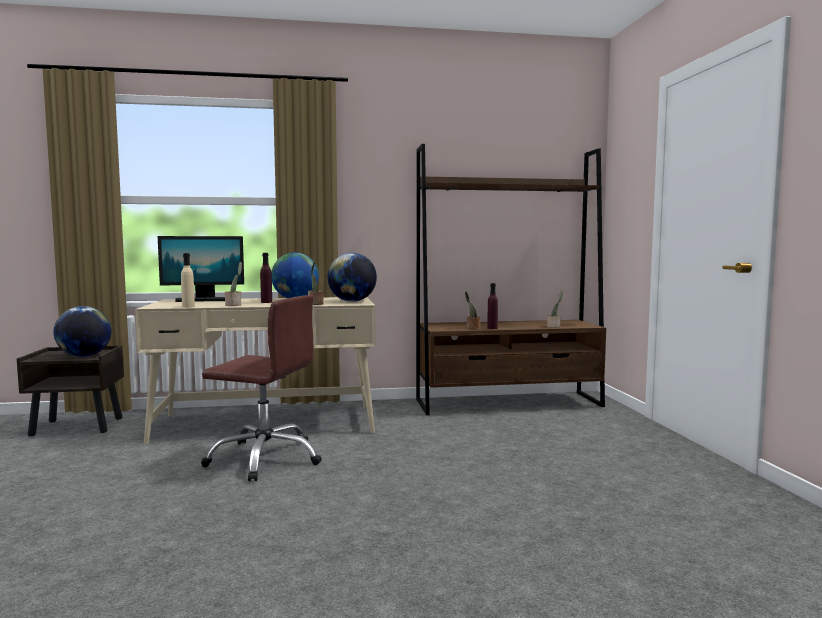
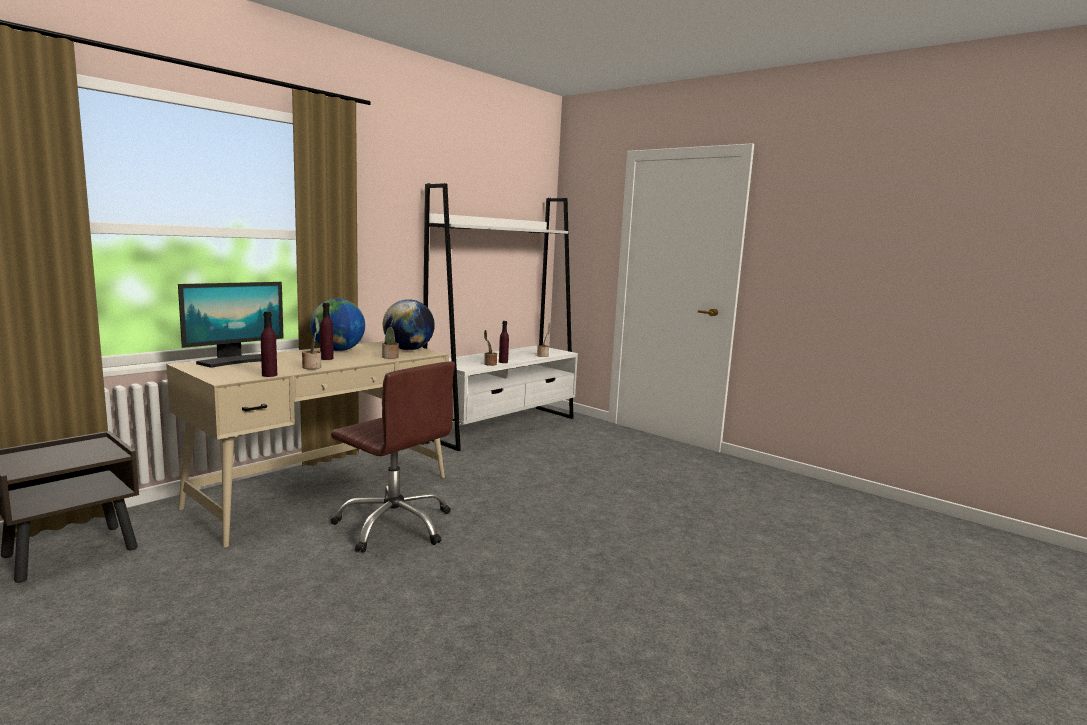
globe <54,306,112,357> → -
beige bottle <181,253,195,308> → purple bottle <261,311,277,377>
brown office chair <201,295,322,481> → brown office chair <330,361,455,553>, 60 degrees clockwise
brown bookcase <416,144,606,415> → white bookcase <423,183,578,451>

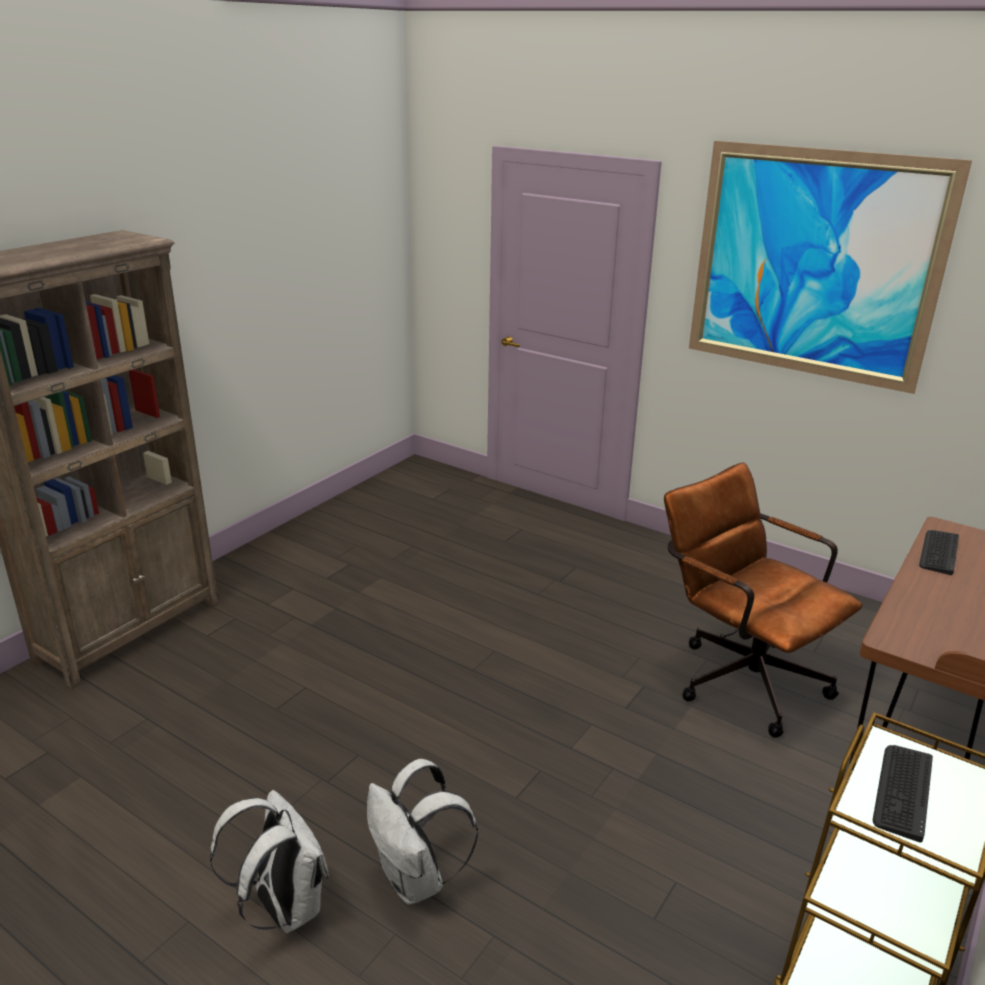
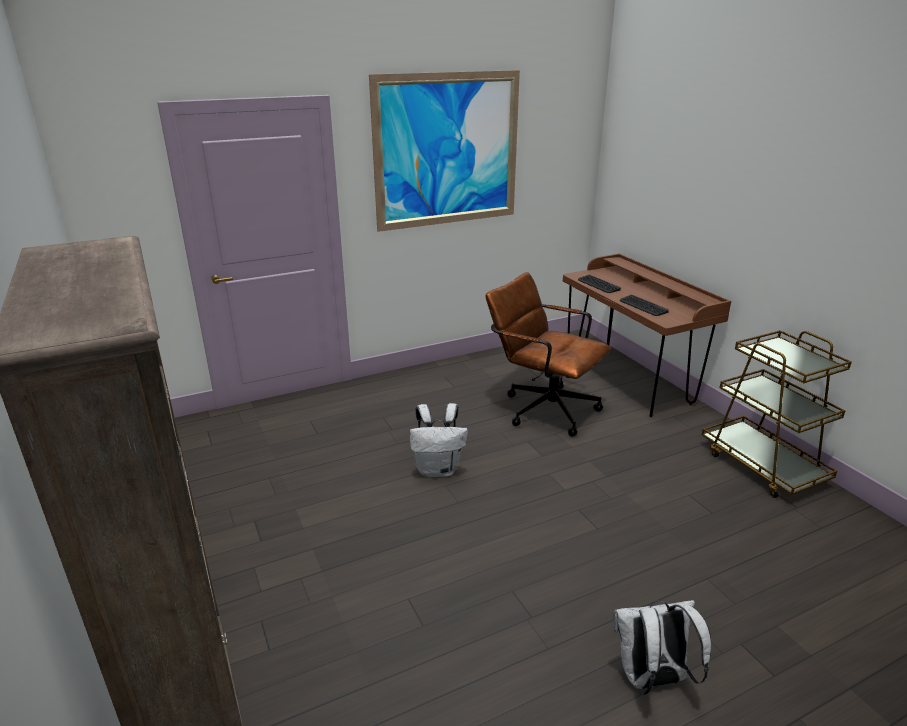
white backpack <367,759,478,905> → white backpack <410,403,468,477>, move
brown office chair <664,462,863,738> → brown office chair <486,272,611,437>, 45 degrees clockwise
keyboard <873,745,933,843> → keyboard <620,295,669,316>, move

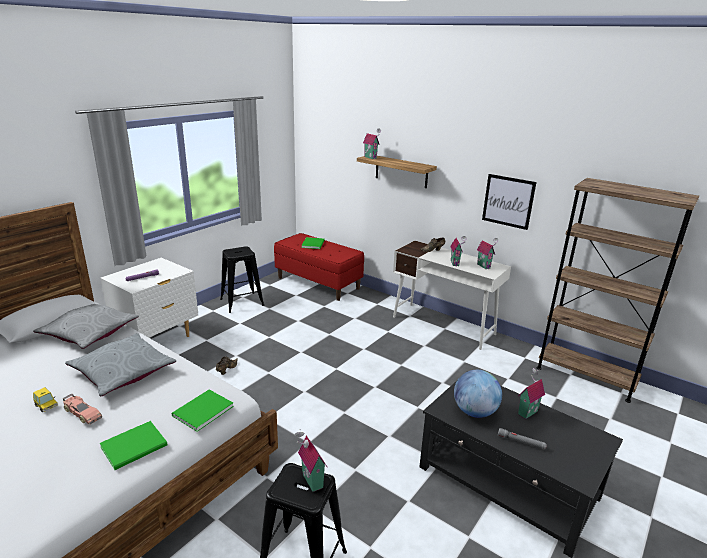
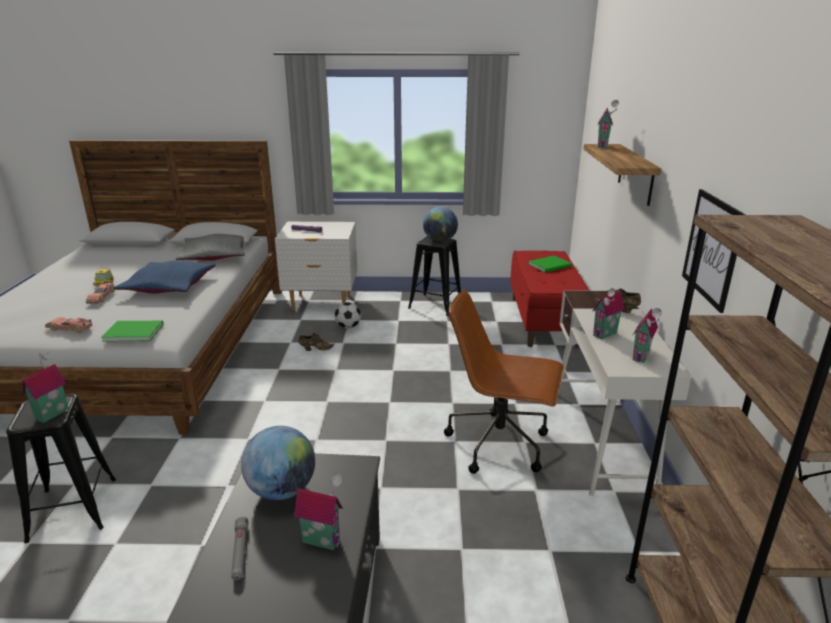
grey pillow <65,333,176,397> → blue pillow <114,260,216,294>
green book <100,421,167,470> → toy car <45,317,92,333>
- → football <335,302,361,328>
- → globe <423,207,458,242>
- → brown office chair <444,290,564,474>

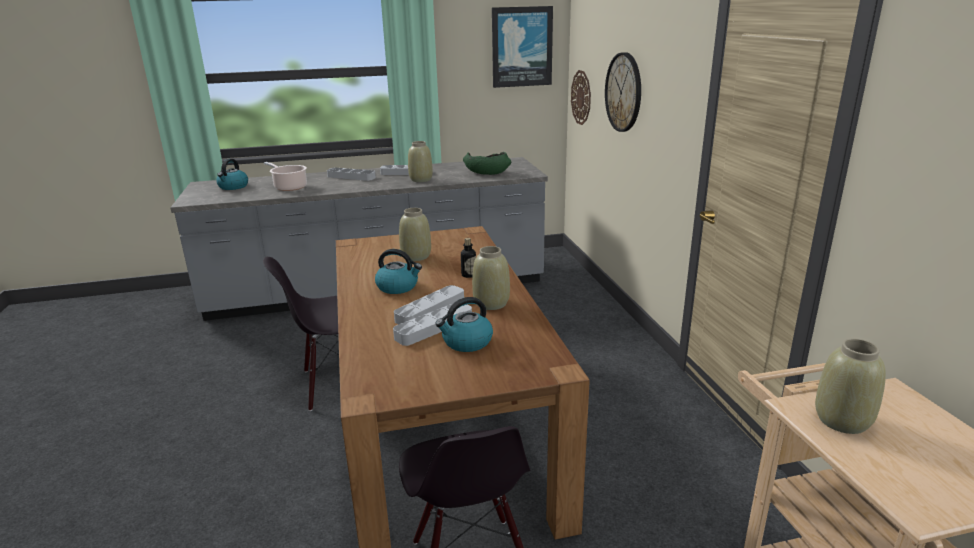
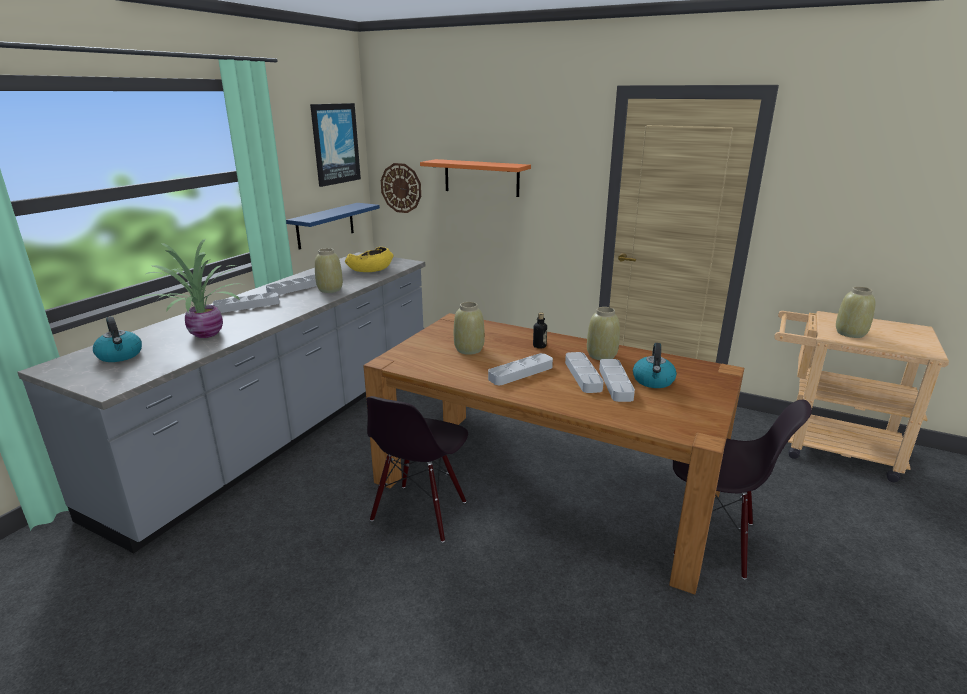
cooking pot <264,162,307,191> → potted plant <129,239,245,338>
kettle <375,249,422,294> → grey tray <488,353,553,385>
green bowl <463,152,512,175> → yellow bowl <345,247,393,272>
wall clock <605,52,641,132> → orange shelf <420,159,531,197>
- → blue shelf <286,203,380,250>

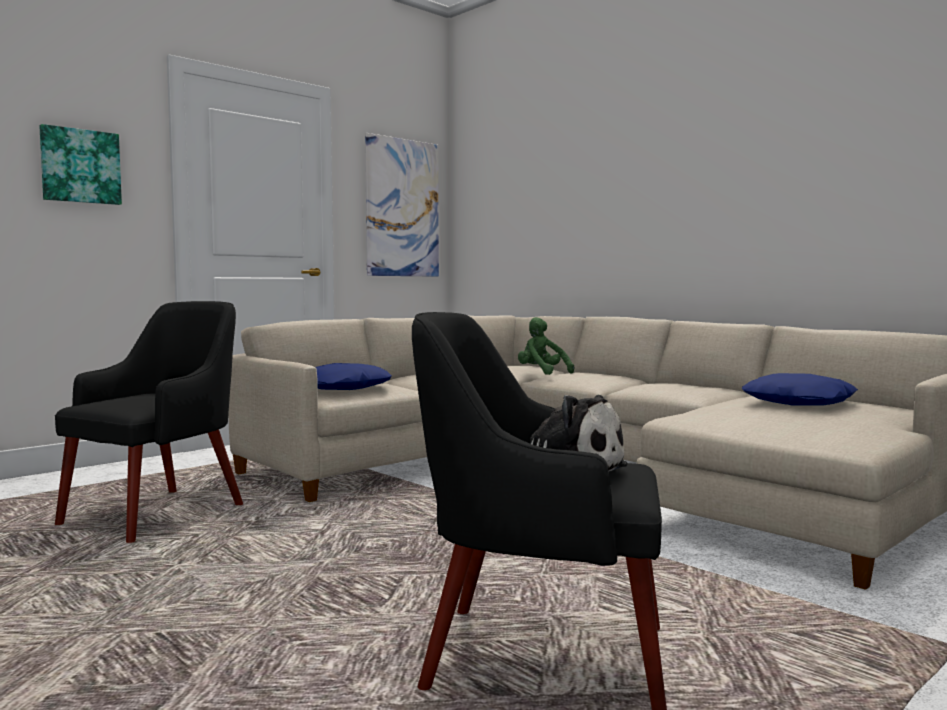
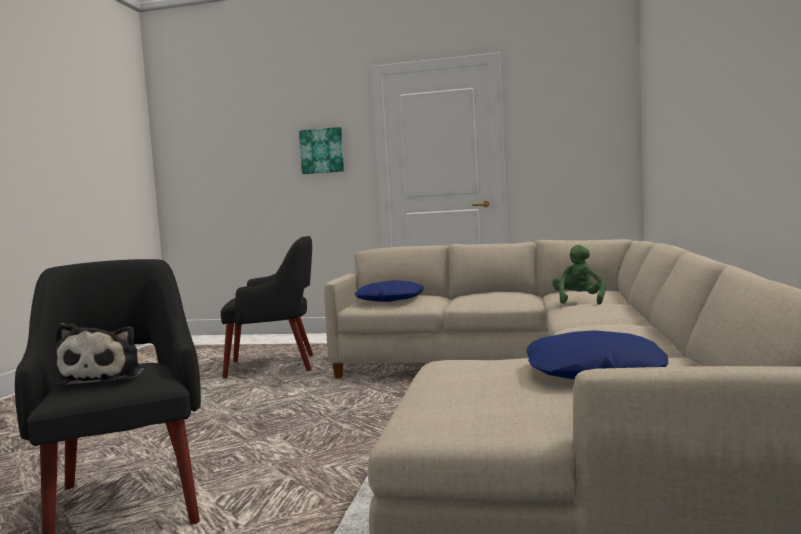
picture <365,133,439,277> → -

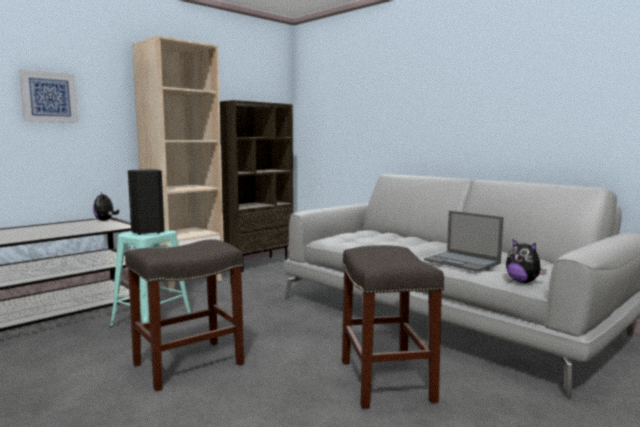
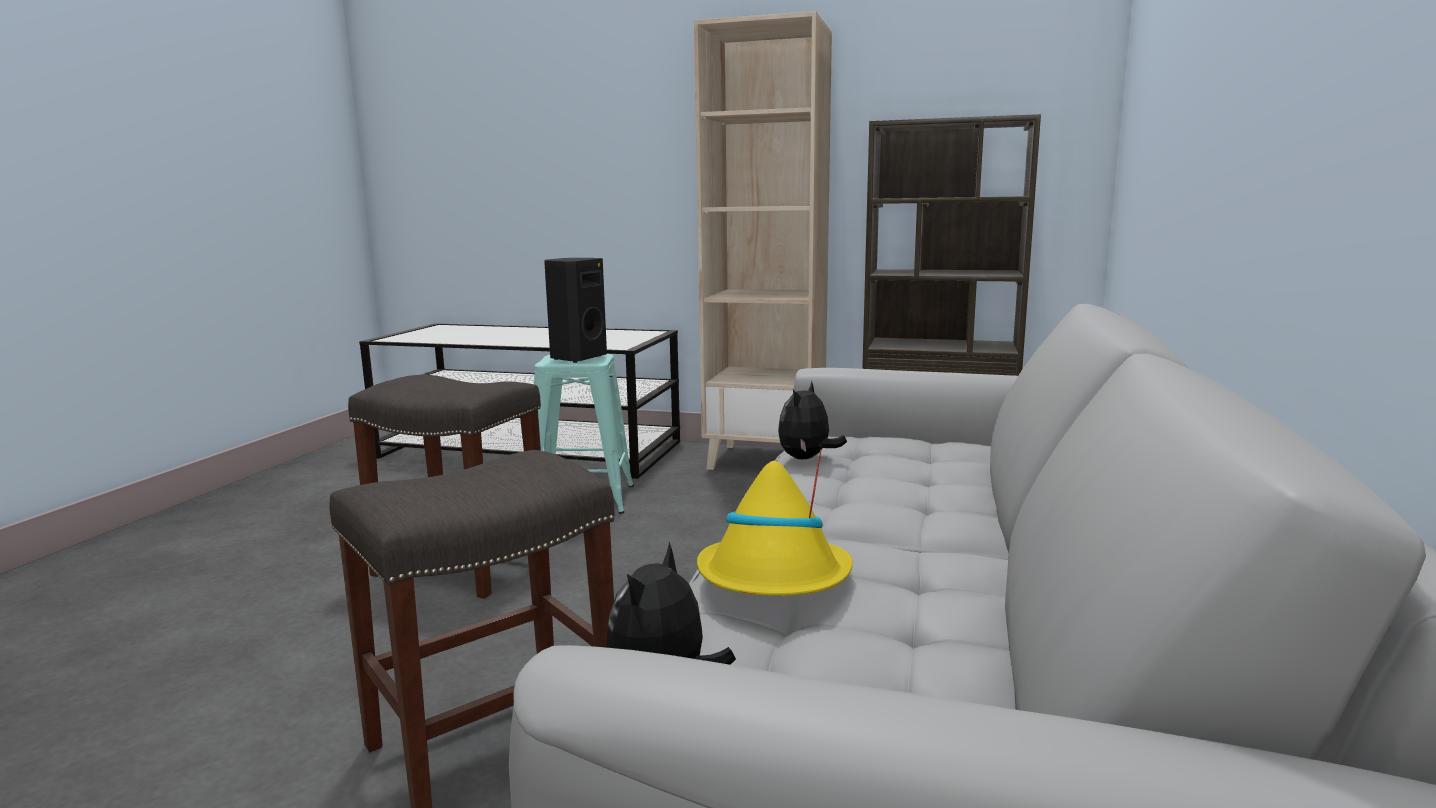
picture <19,69,78,123> → -
plush toy <93,193,119,221> → plush toy <778,381,847,459>, move
laptop <424,211,504,272> → yellow hat <697,450,853,596>

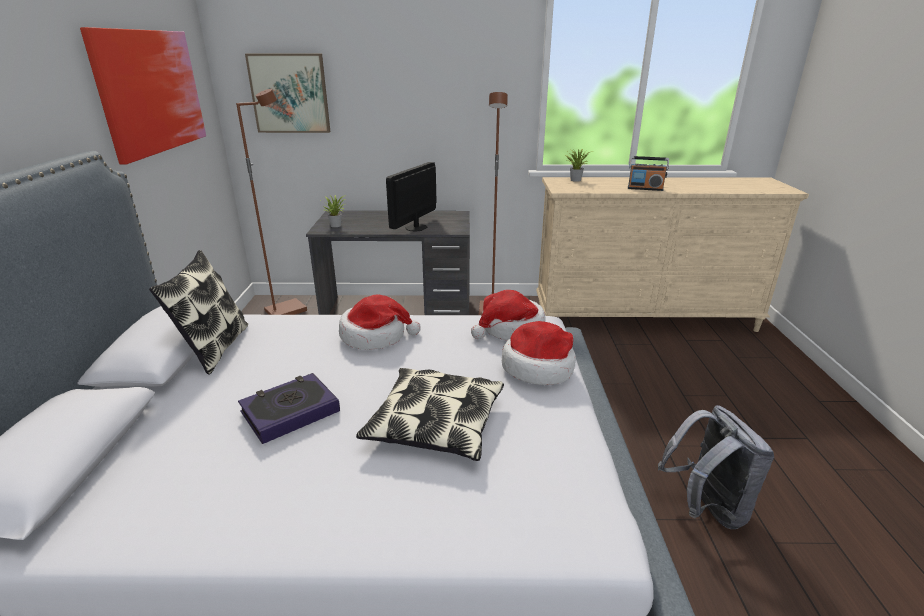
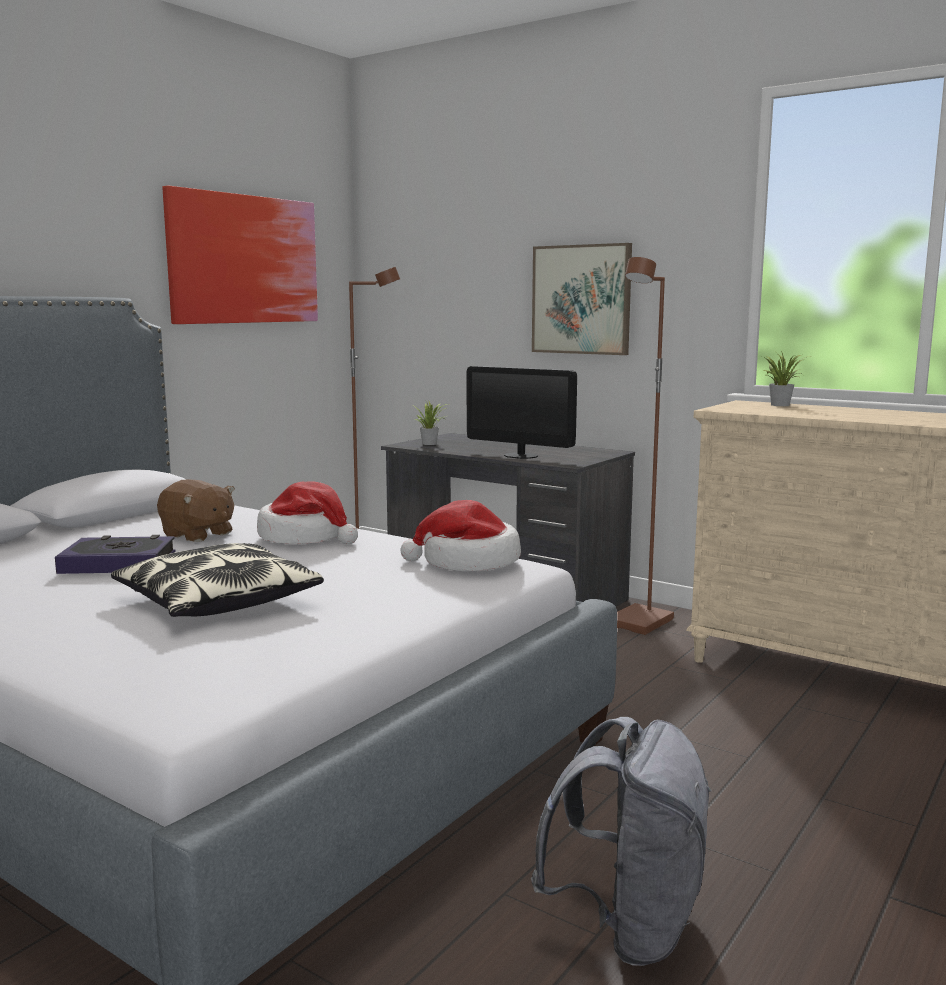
pillow <149,250,248,375> → -
picture <245,54,330,133> → picture <532,243,632,355>, move
monitor <386,162,437,232> → monitor <467,366,577,459>, 120 degrees counterclockwise
hat <502,321,576,385> → -
radio <628,156,669,191> → -
- → brown plush toy <157,480,235,542>

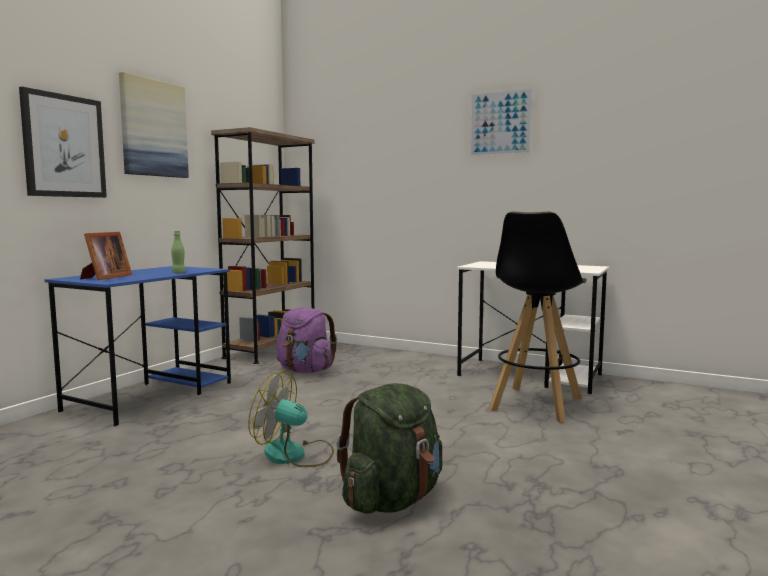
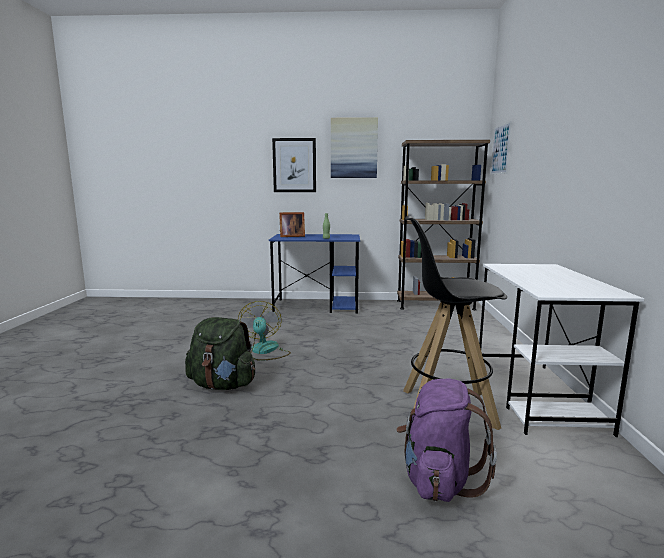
purple backpack <276,307,337,373> → purple backpack <396,379,497,502>, move
picture <469,87,534,157> → picture <491,121,512,175>, move

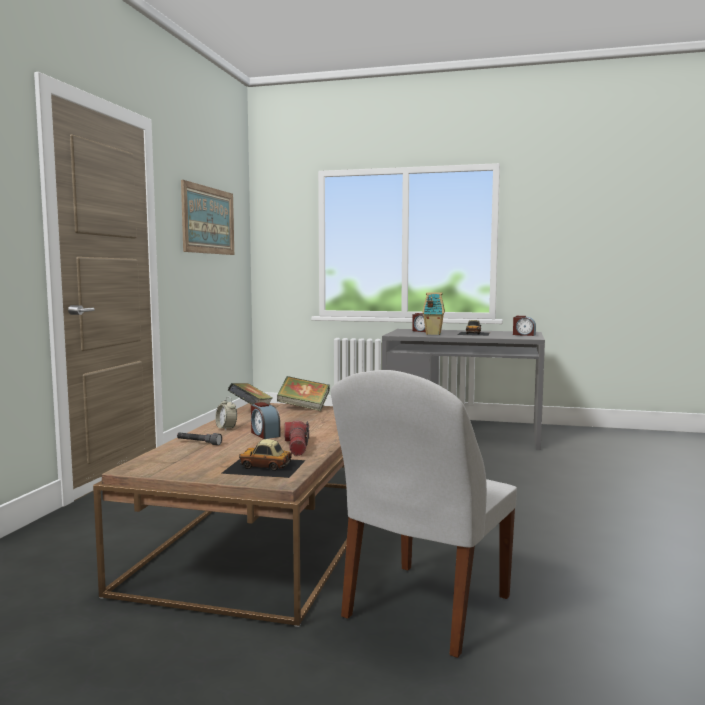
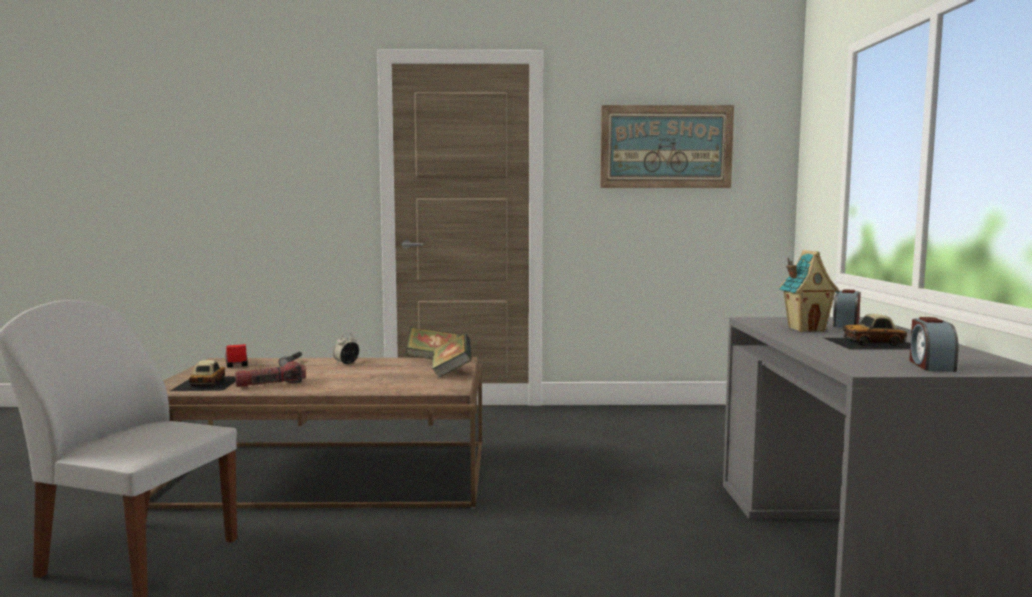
alarm clock <251,402,281,439> → -
- → toy car <226,344,248,368>

